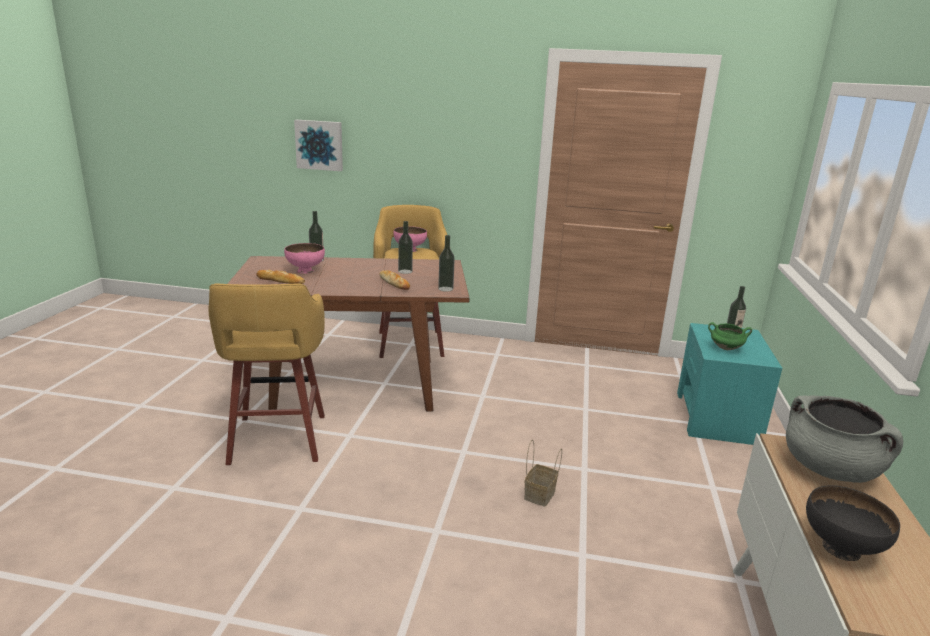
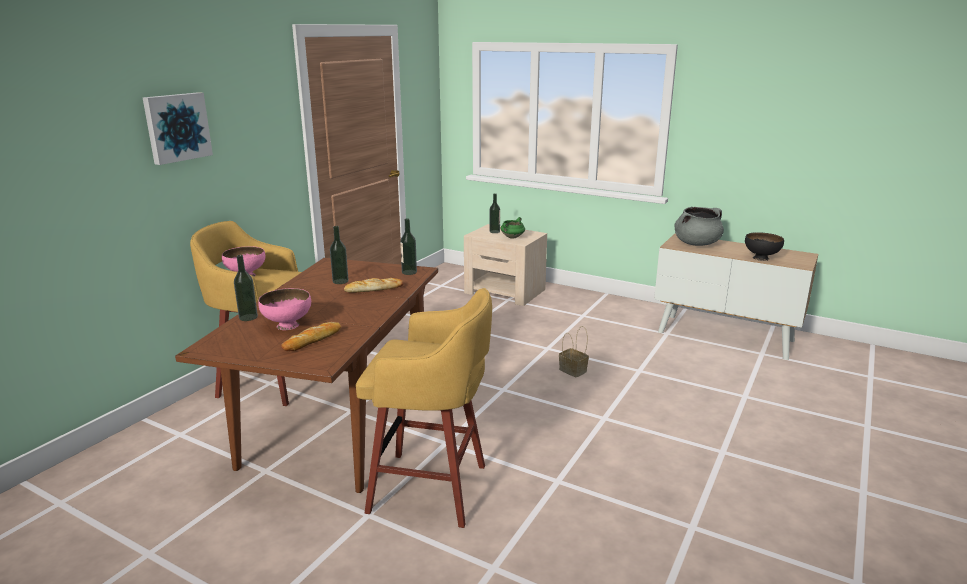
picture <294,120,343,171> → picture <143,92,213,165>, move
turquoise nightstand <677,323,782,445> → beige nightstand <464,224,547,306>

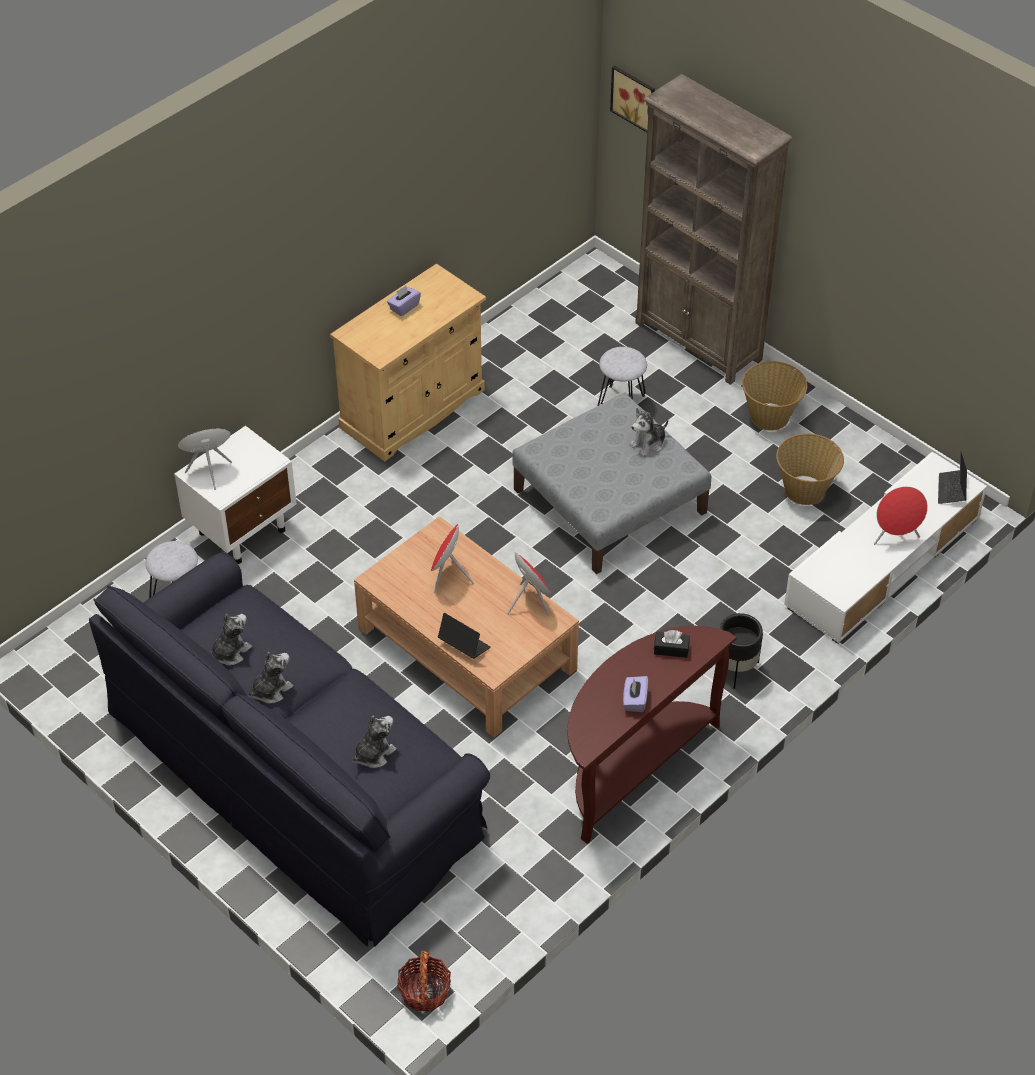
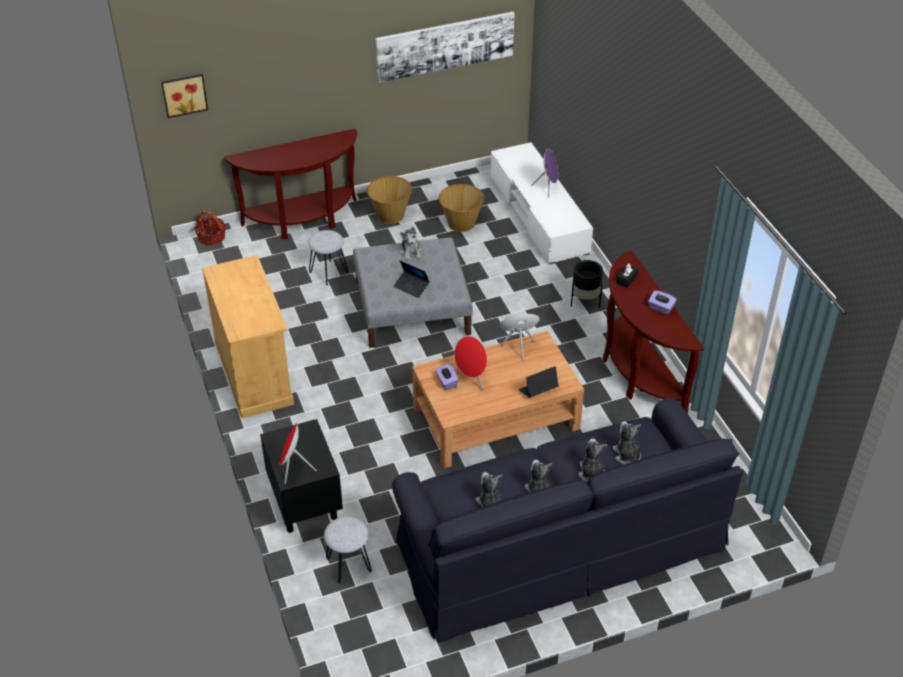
white nightstand <174,426,297,564> → black nightstand <260,419,343,533>
purple tissue box <387,286,421,316> → purple tissue box <436,363,458,390>, move
basket <397,950,451,1012> → basket <194,211,226,246>, move
brown bookcase <635,74,793,385> → brown console table <225,129,357,239>
red speaker <874,486,928,545> → purple speaker <531,149,558,198>
laptop <938,451,967,504> → laptop <394,261,430,298>, move
- → picture <376,12,514,83>
- → plush toy <579,438,608,482>

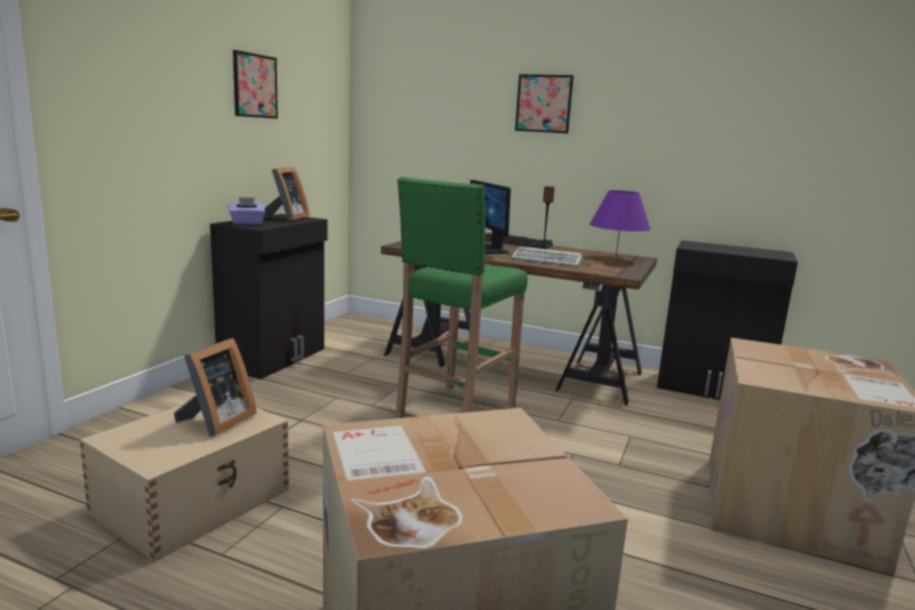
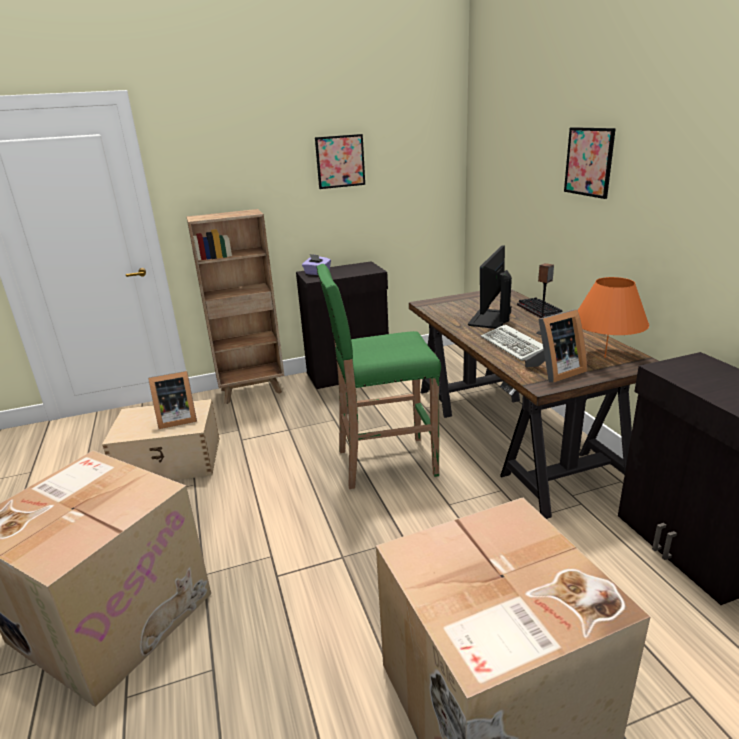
picture frame <264,167,310,221> → picture frame <525,309,587,383>, move
purple table lamp <589,190,651,259> → orange table lamp <578,277,649,358>
- → brown bookcase <187,209,284,404>

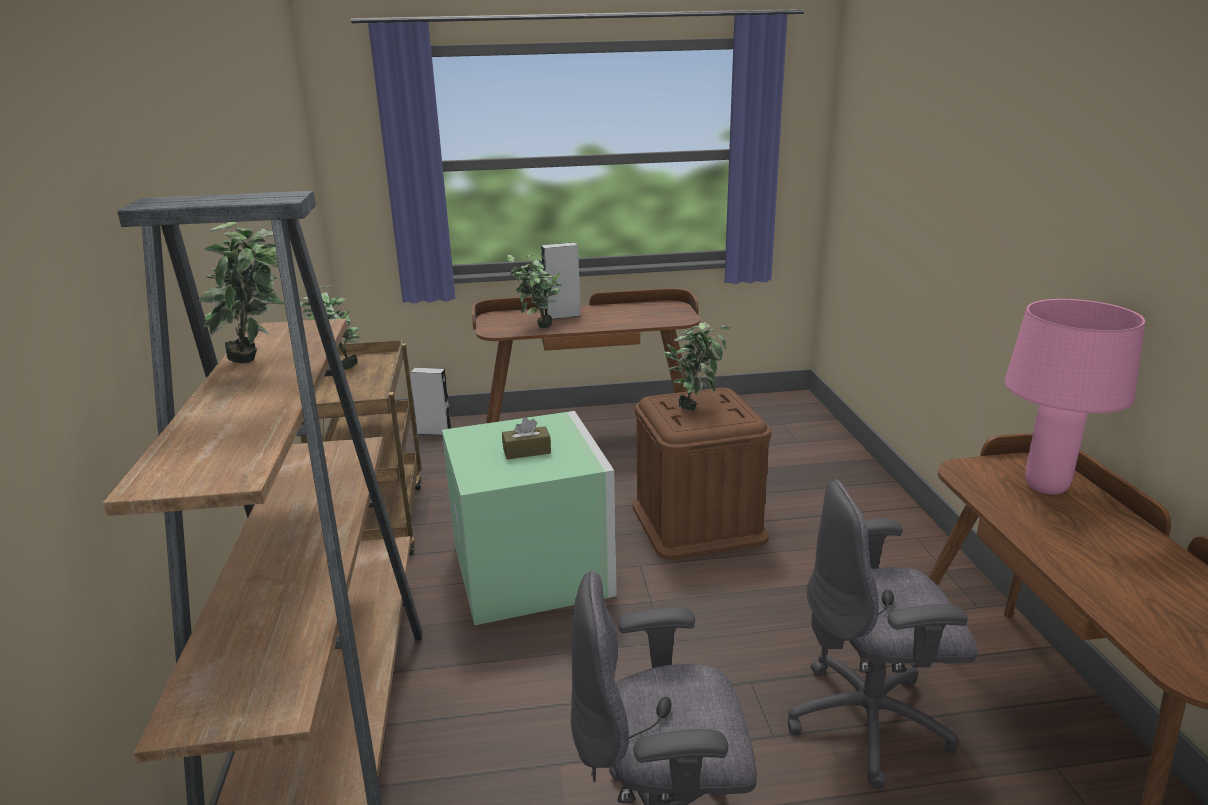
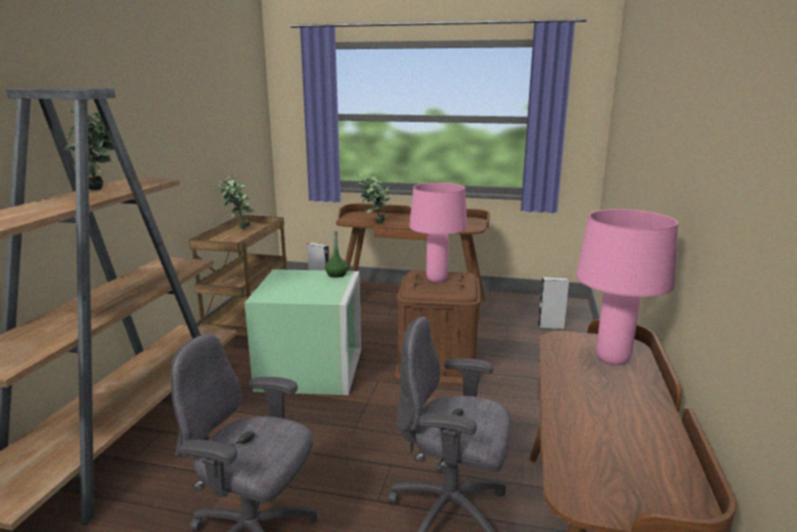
brown tissue box <502,417,551,459> → -
grey speaker <541,242,581,320> → grey speaker <538,277,569,329>, move
potted plant <664,322,730,410> → pink table lamp <409,183,467,282>
- → green bottle <325,231,348,277>

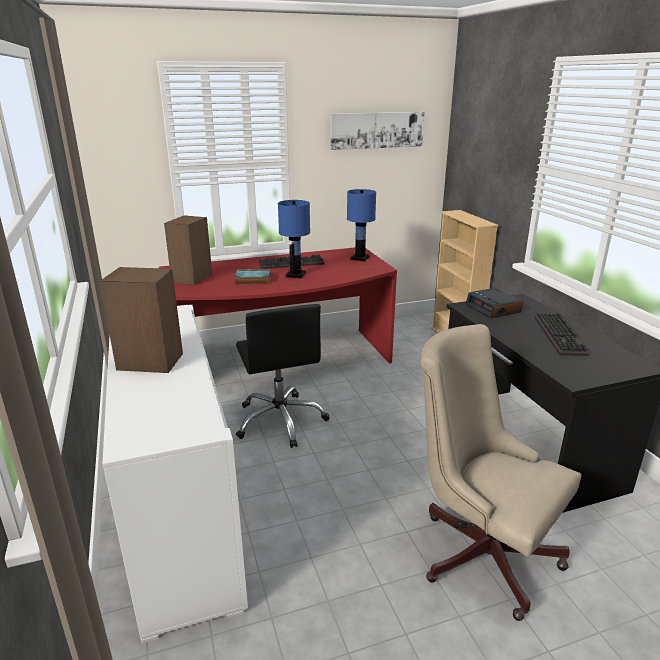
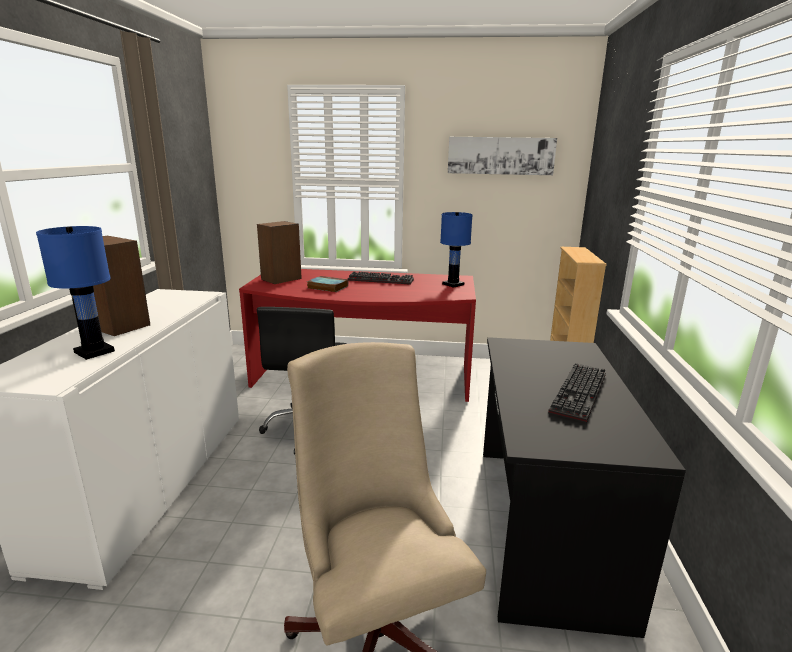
blue table lamp <278,200,310,278> → blue table lamp <36,226,115,360>, move
alarm clock <465,288,523,318> → -

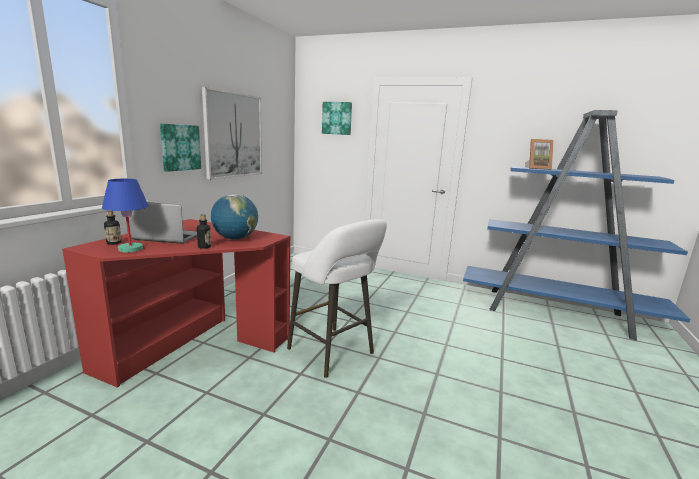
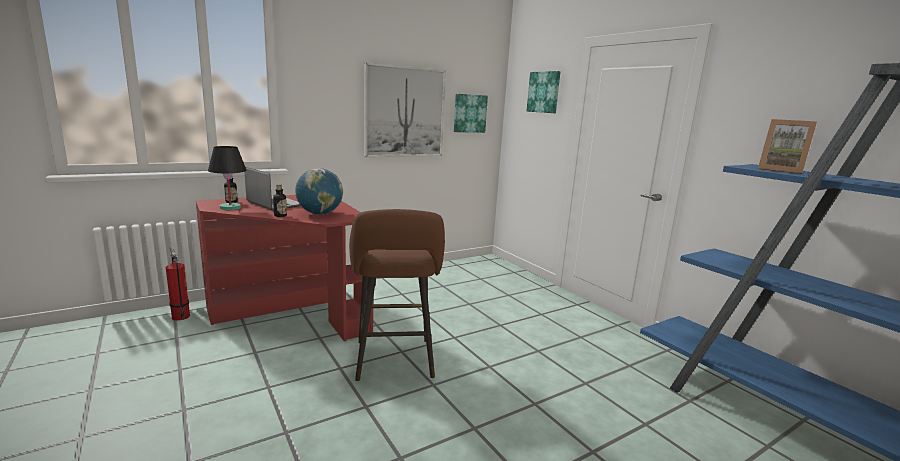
blue table lamp <102,179,149,253> → black table lamp <208,146,247,210>
picture <160,124,201,172> → picture <454,94,488,133>, move
white stool <287,219,387,378> → brown stool <349,209,445,381>
- → fire extinguisher <166,246,190,320>

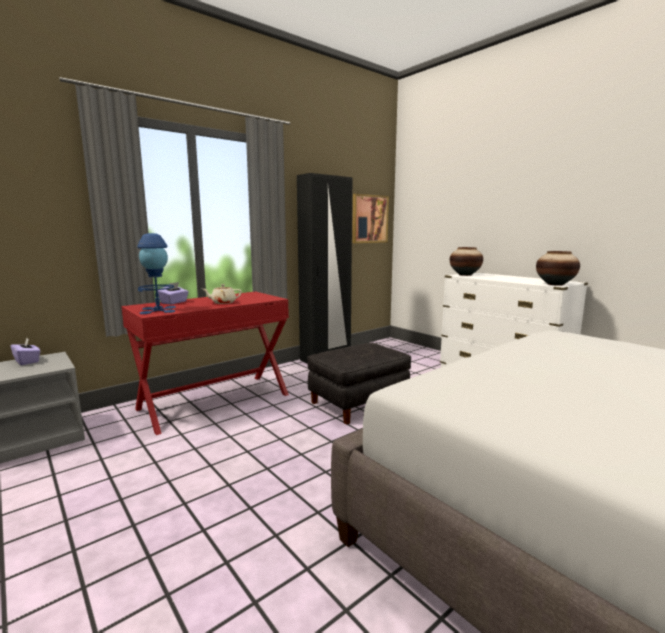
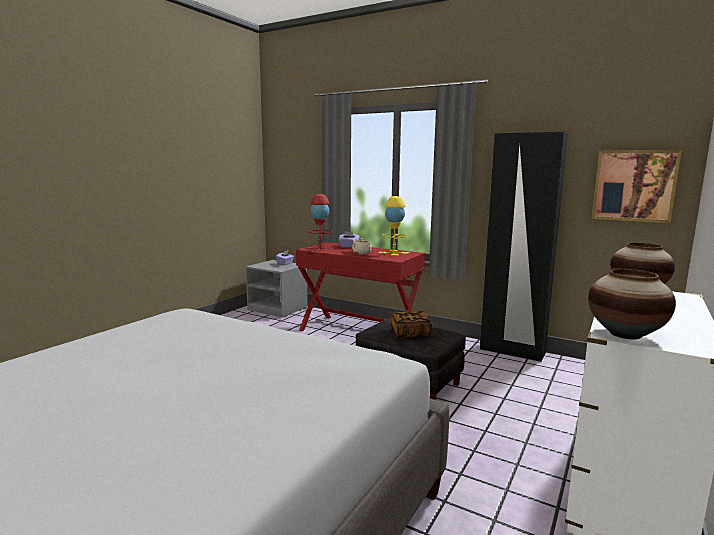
blue table lamp <137,233,176,314> → red table lamp <306,194,335,251>
- → yellow table lamp <379,196,409,256>
- → book <390,311,432,338>

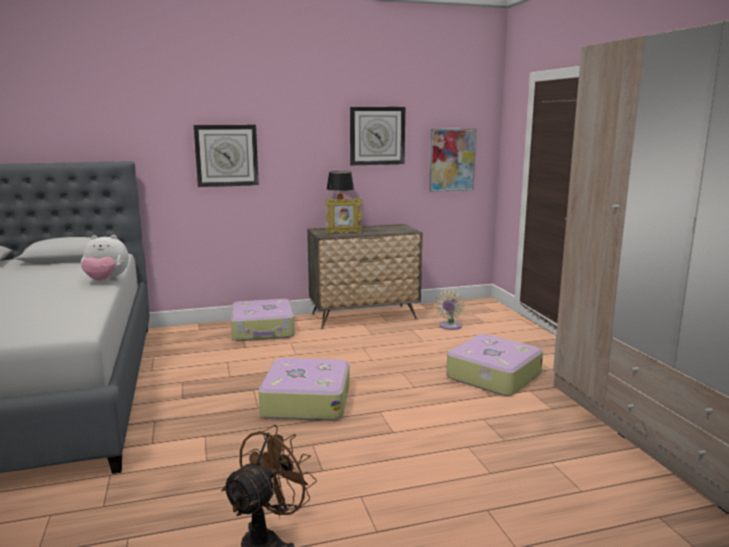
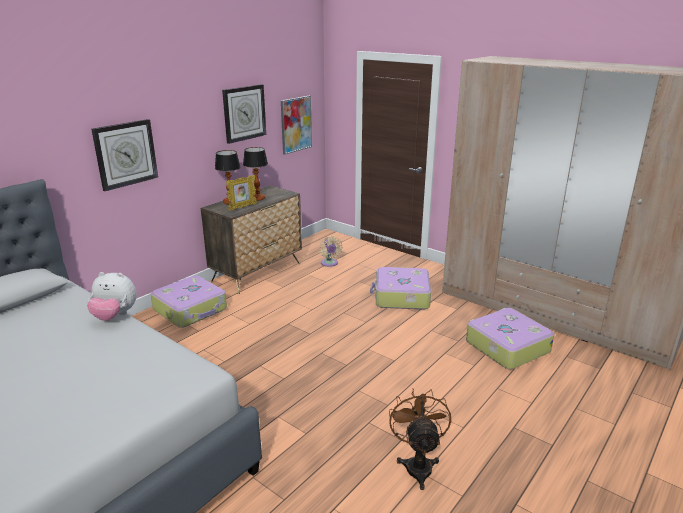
plush toy <81,235,129,281> → plush toy <87,272,137,321>, 45 degrees clockwise
suitcase <258,358,350,421> → suitcase <466,308,554,369>, move
- → table lamp <243,147,268,201>

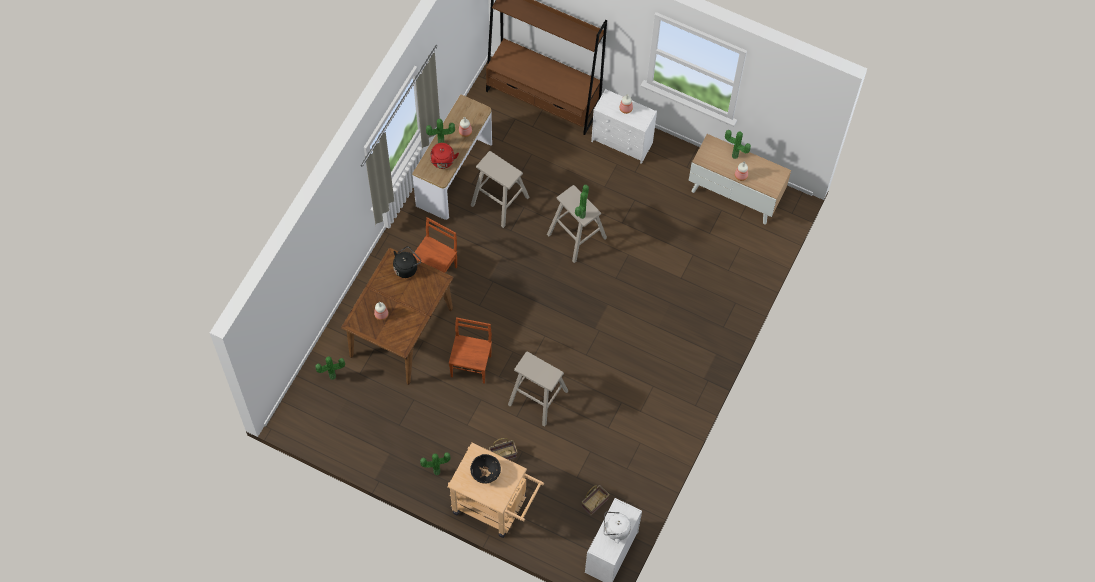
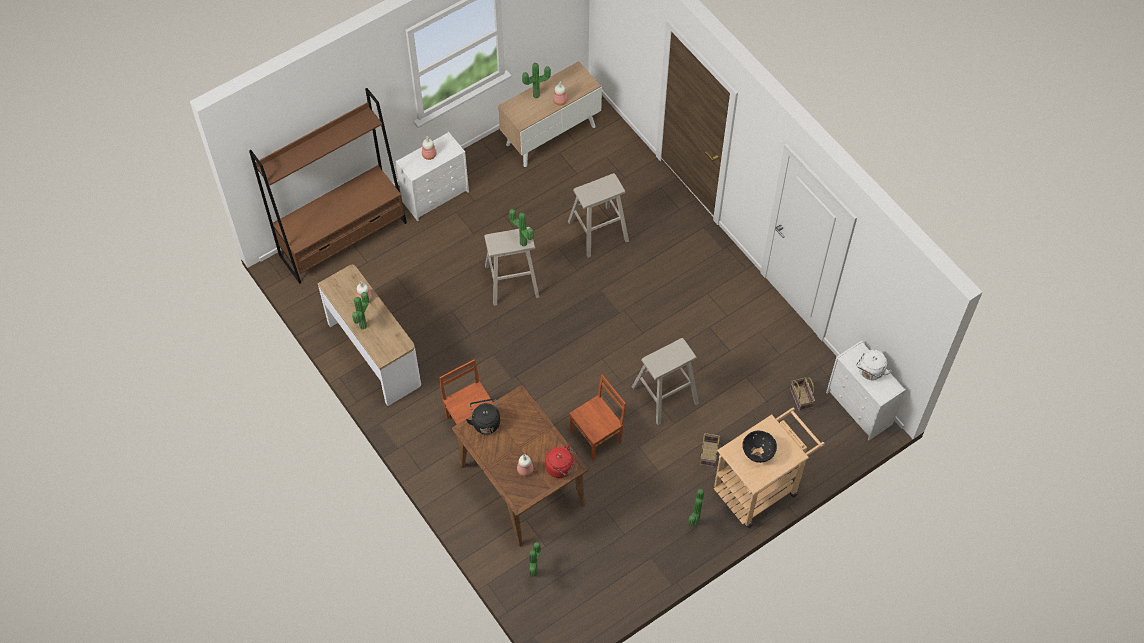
red kettle <430,143,459,169> → red kettle <545,443,579,478>, move
brown chair <449,317,492,384> → brown chair <569,375,626,461>, 105 degrees clockwise
beige stool <470,151,529,228> → beige stool <568,173,629,258>, move

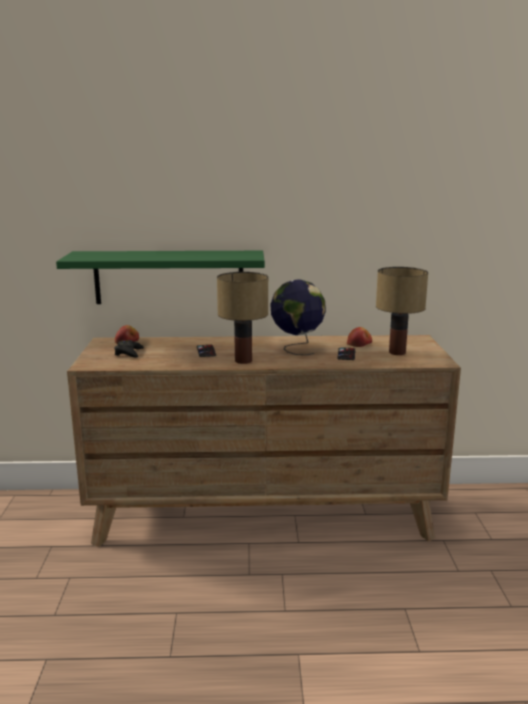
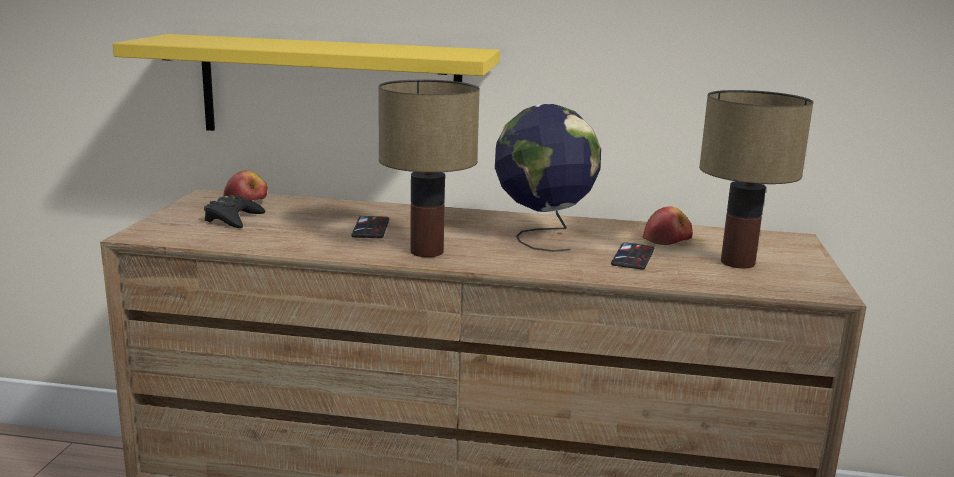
green shelf <56,251,265,304> → yellow shelf <113,34,500,131>

